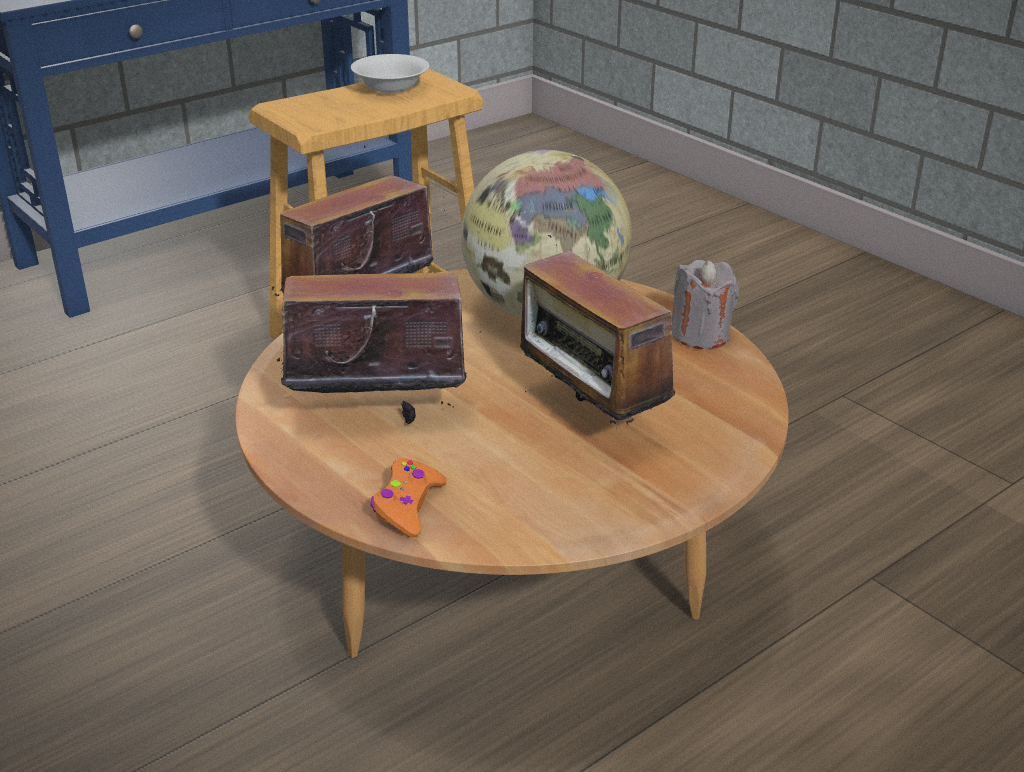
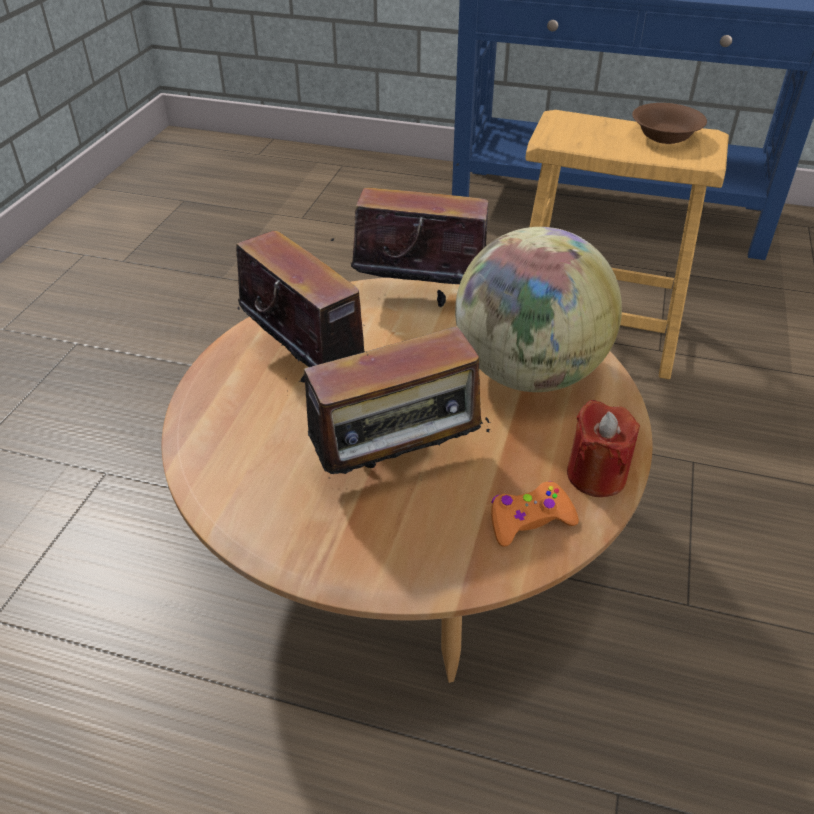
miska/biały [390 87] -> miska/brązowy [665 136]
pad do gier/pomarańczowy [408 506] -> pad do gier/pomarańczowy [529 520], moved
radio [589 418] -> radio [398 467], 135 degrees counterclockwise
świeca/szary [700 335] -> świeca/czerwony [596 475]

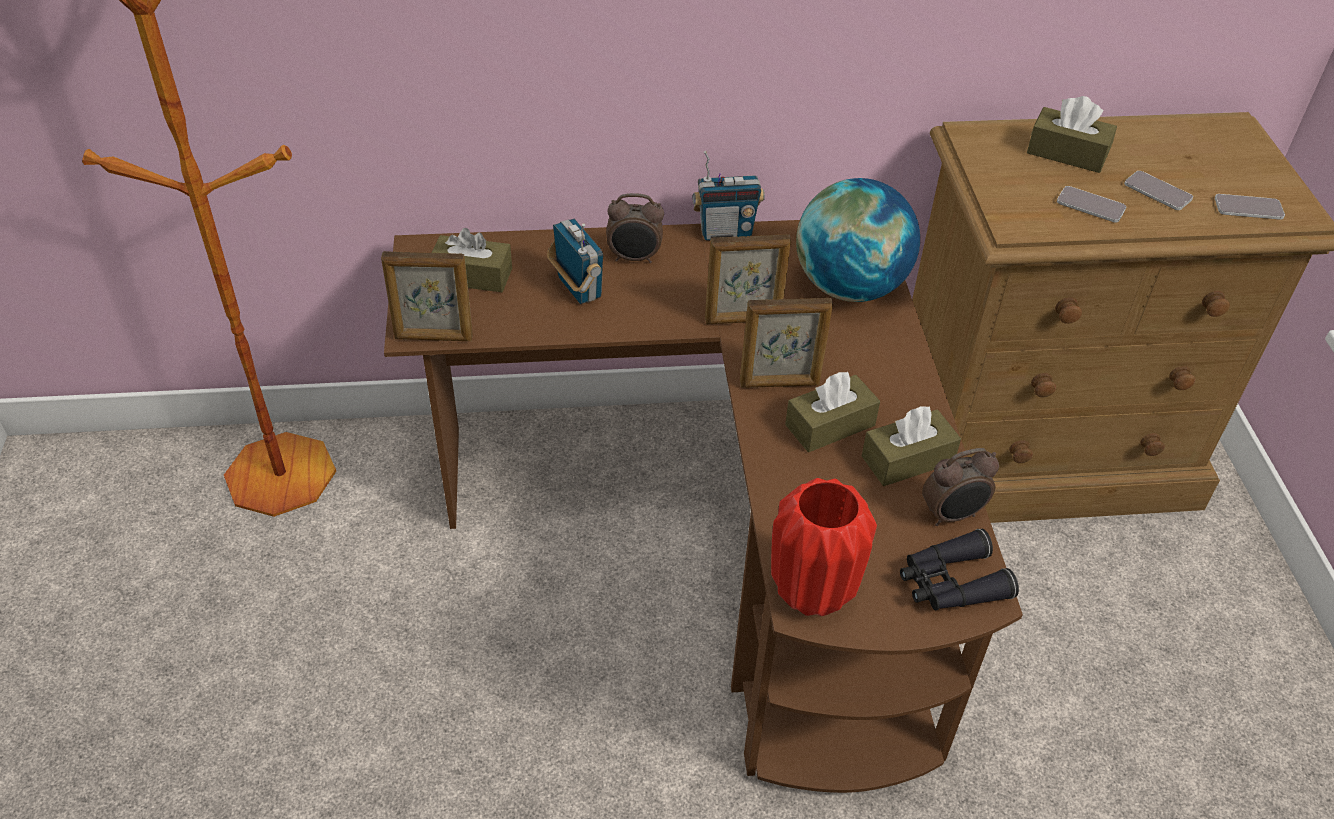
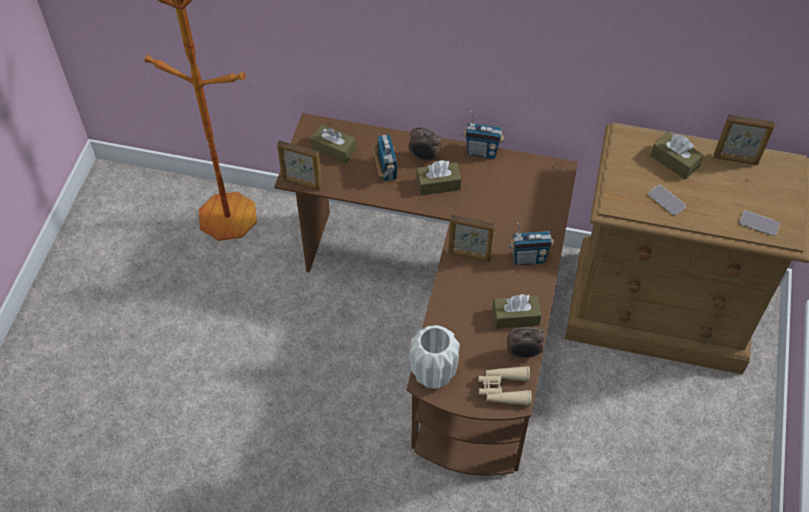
ramka na zdjęcie [743 320] -> ramka na zdjęcie [735 160], moved
wazon/czerwony [811 591] -> wazon/biały [433 374]
pudełko chusteczek/brązowy [830 425] -> pudełko chusteczek/brązowy [438 184], moved
globus [850 287] -> none
lornetka/czarny [950 583] -> lornetka/beżowy [503 389]
telefon [1157 192] -> none
none -> radio [528 258]

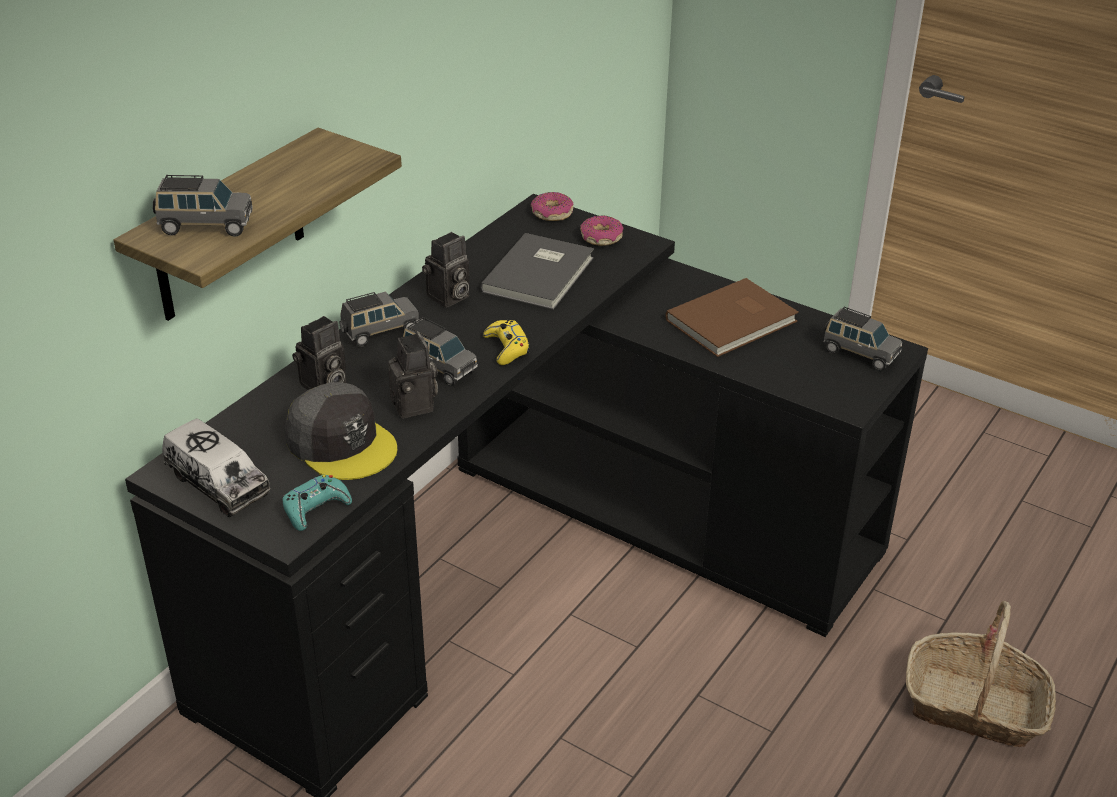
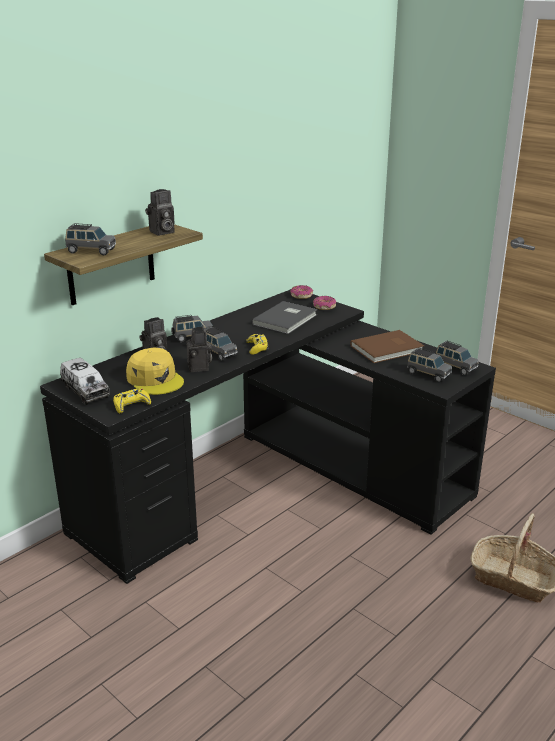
pad do gier/turkusowy [315 508] -> pad do gier/żółty [131 405]
czapka z daszkiem/szary [341 443] -> czapka z daszkiem/żółty [155 379]
aparat fotograficzny [448 298] -> aparat fotograficzny [161 232], moved
none -> samochodzik/szary [427 374]

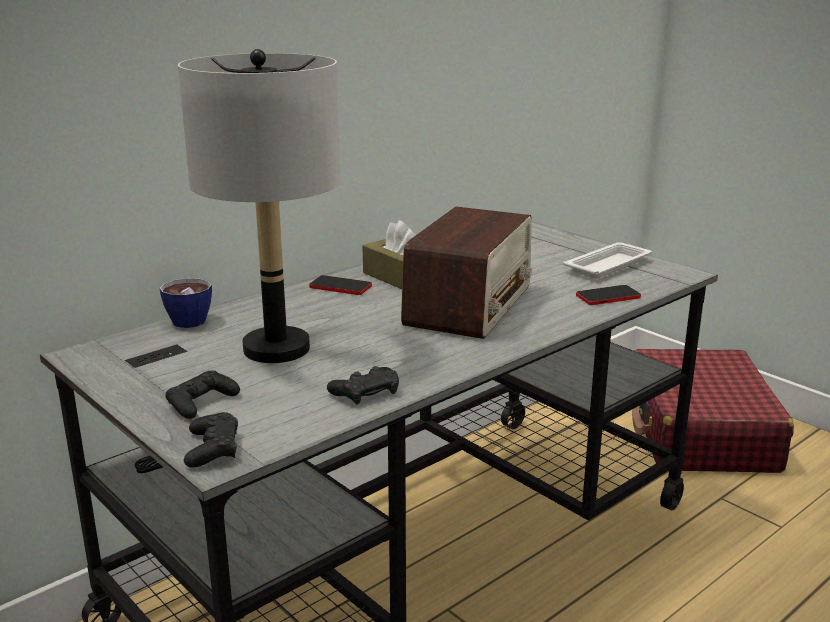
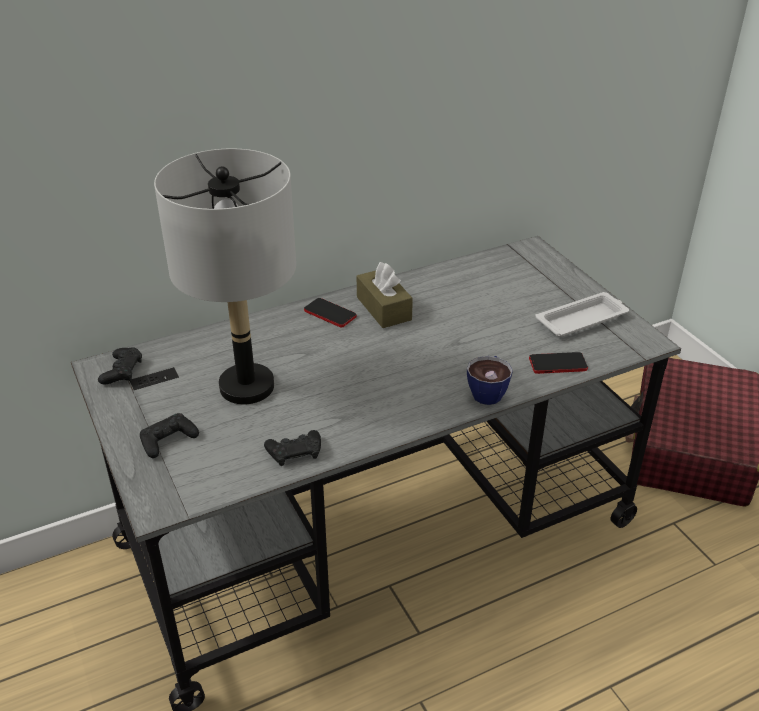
filiżanka [191 318] -> filiżanka [488 391], moved
pad do gier/czarny [212 448] -> pad do gier/czarny [122 371], moved
radio [469 305] -> none

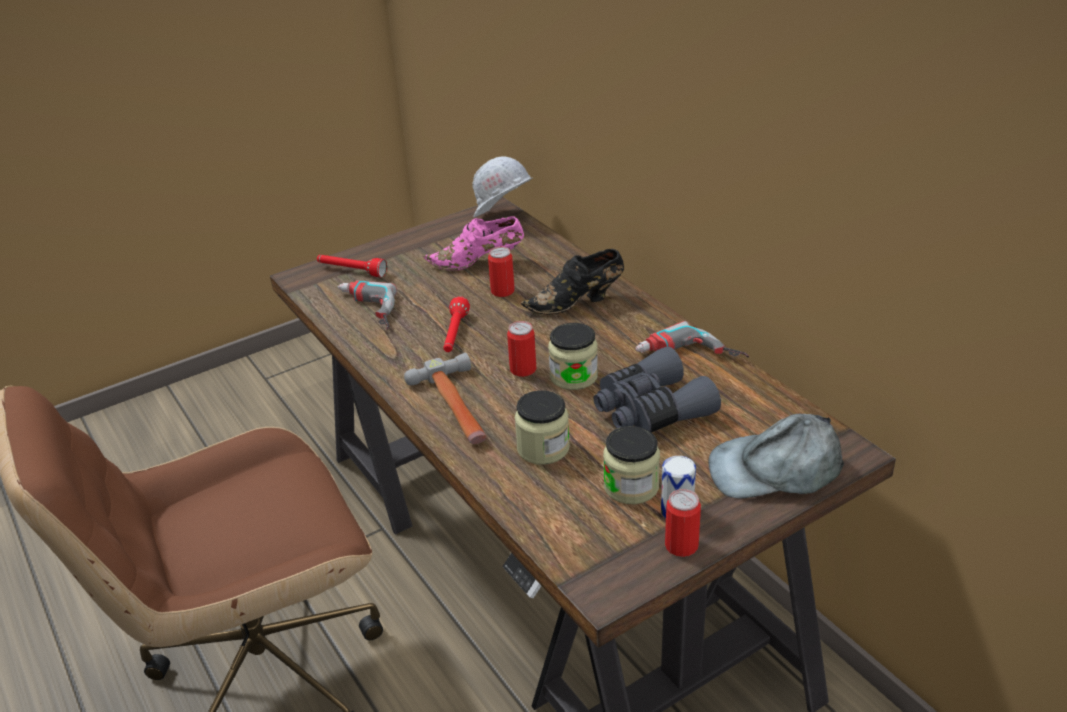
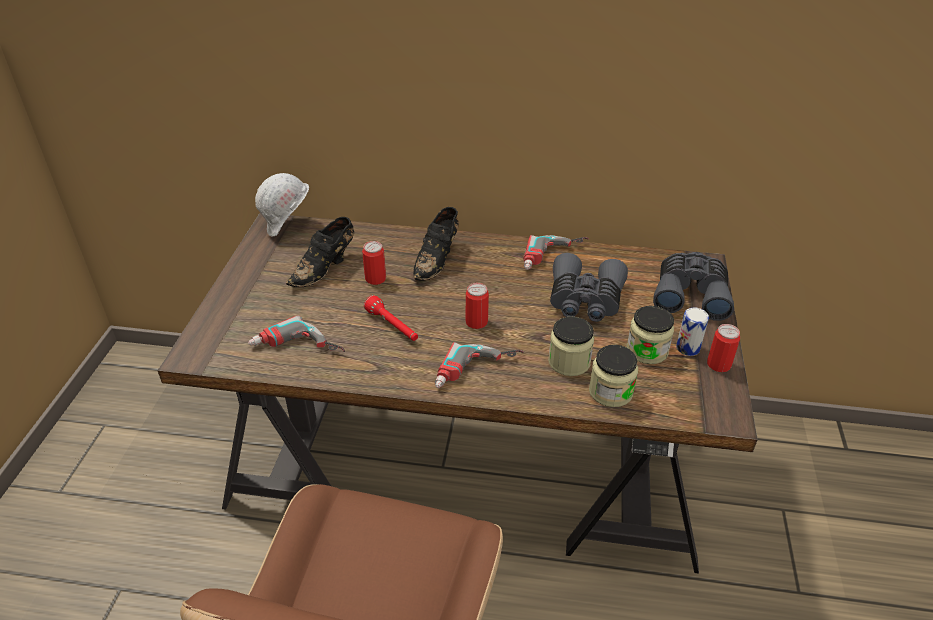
latarka/czerwony [351 271] -> none
młotek [456 408] -> wiertarka [478 373]
but/różowy [479 263] -> but/czarny [325 268]
słoik [573 376] -> słoik [610 392], moved
czapka z daszkiem/szary [775 469] -> lornetka/szary [691 293]

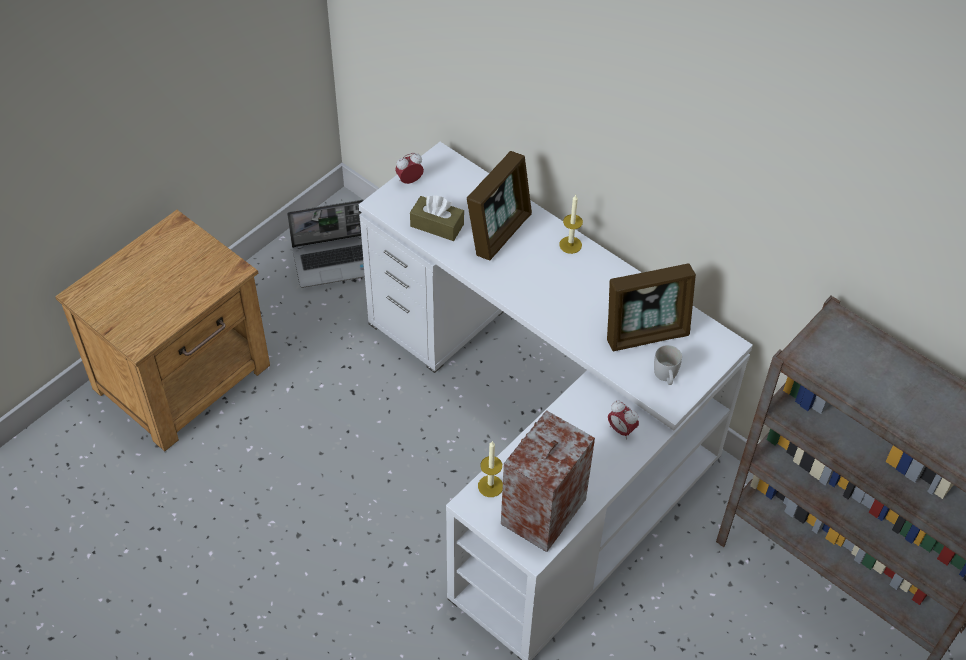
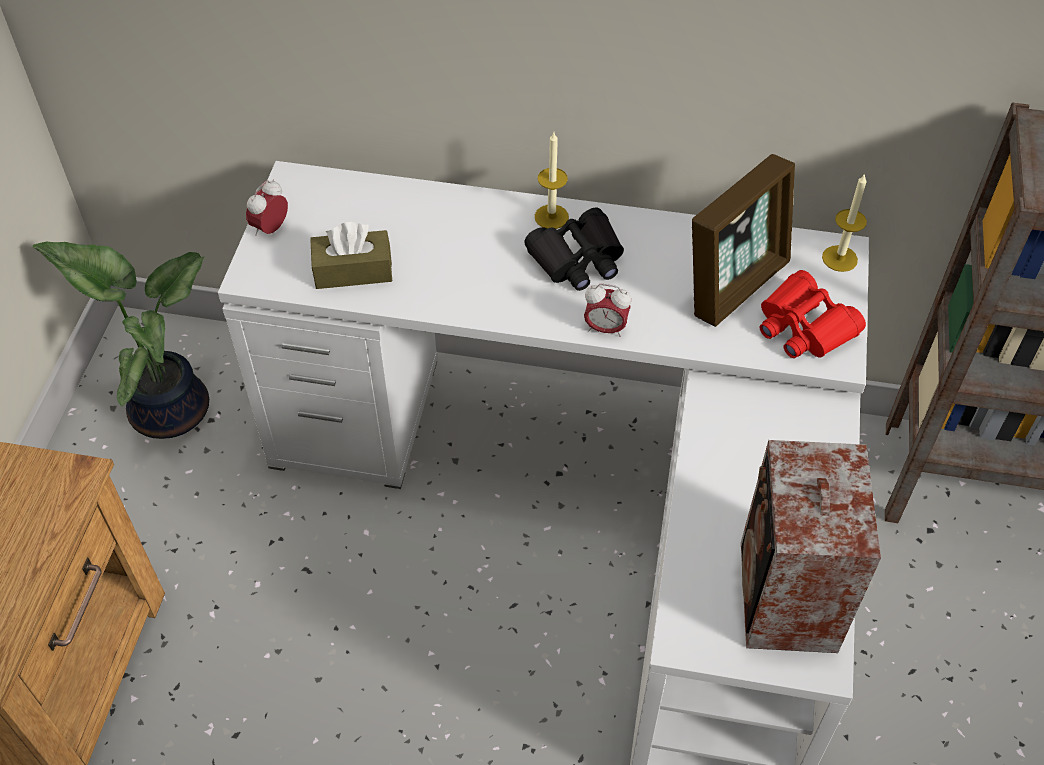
laptop [336 261] -> roślina doniczkowa [169 407]
ramka na zdjęcie [499 232] -> none
świeca [490 486] -> świeca [839 258], moved
budzik [621 430] -> budzik [605 328], moved
kubek/biały [666 376] -> lornetka/czerwony [804 327]
none -> lornetka/czarny [577 259]

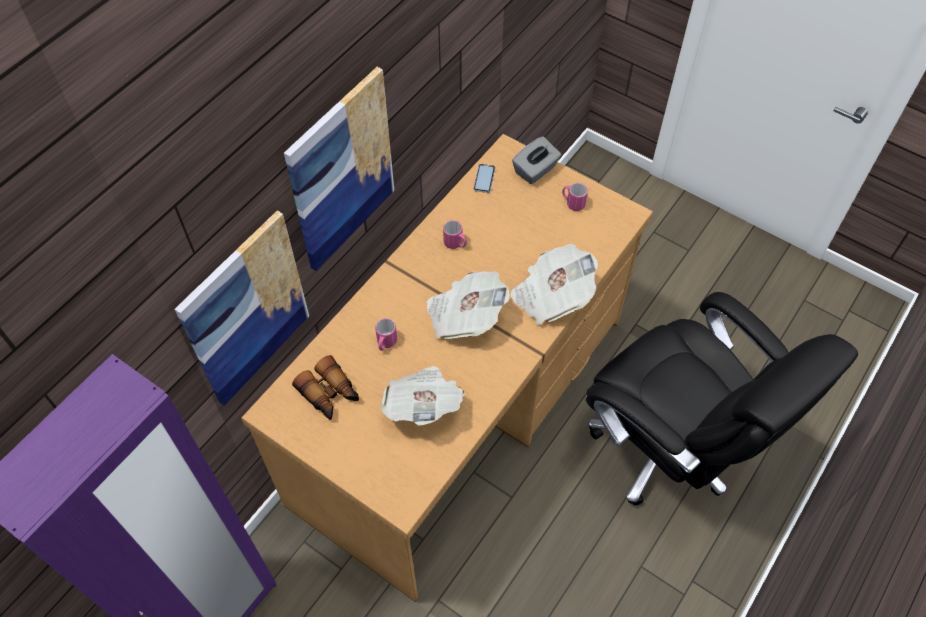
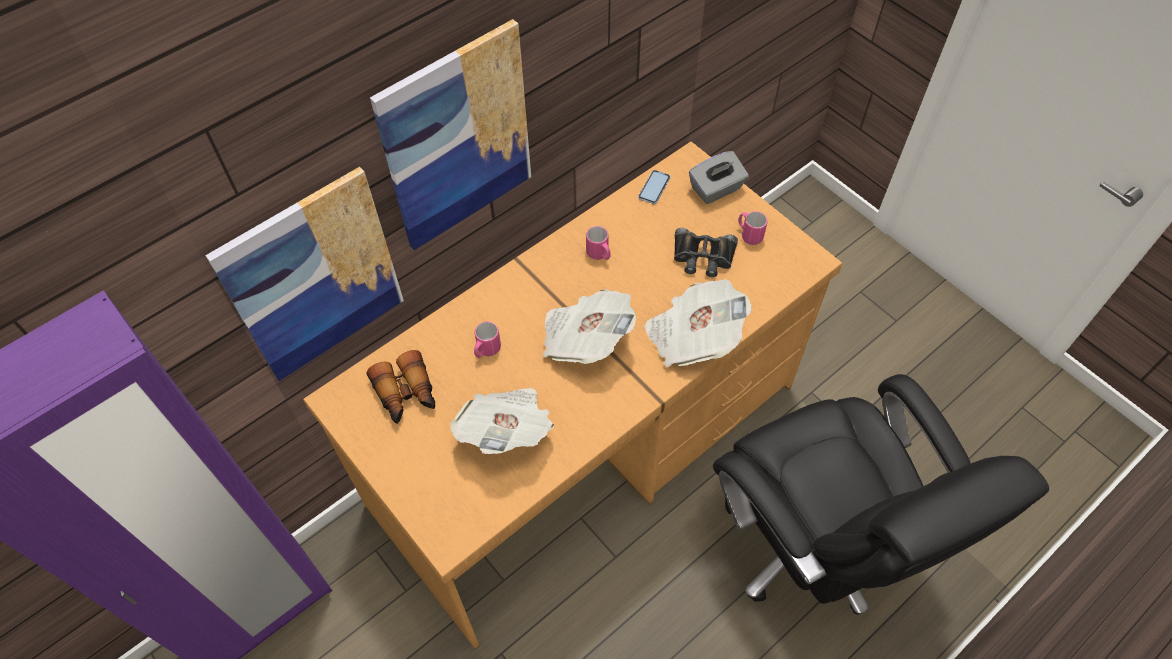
none -> lornetka/czarny [703 257]

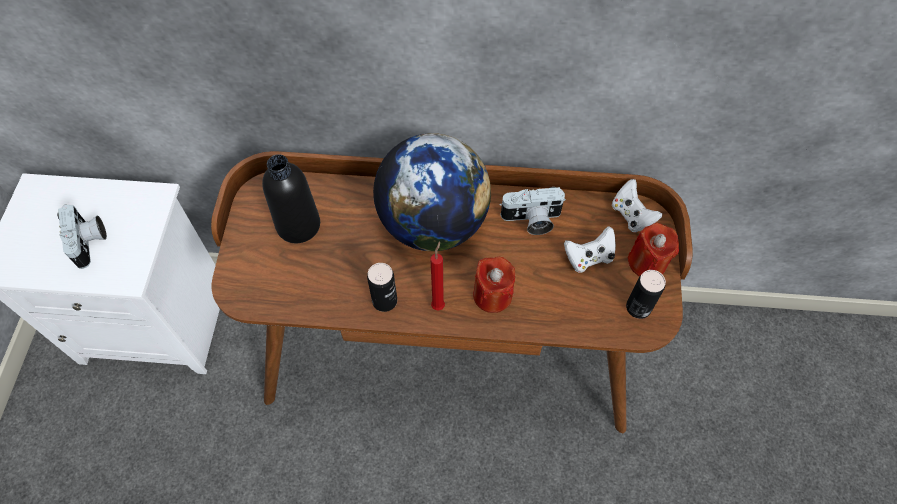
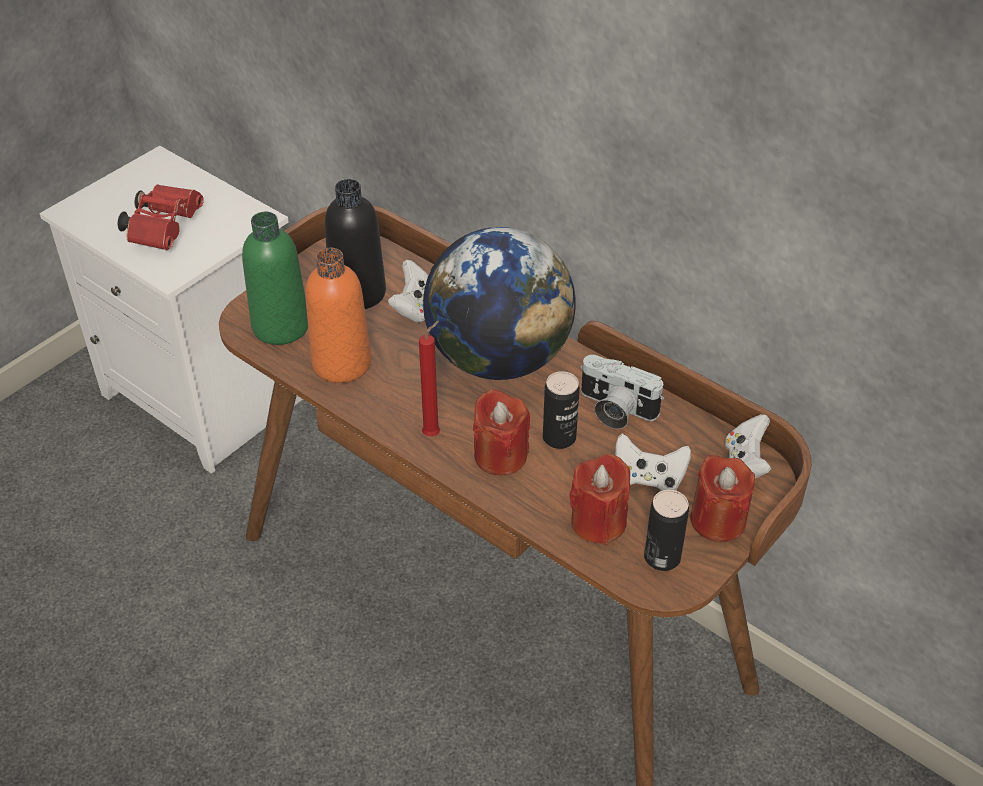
aparat fotograficzny [90 242] -> lornetka/czerwony [164 227]
puszka [384 301] -> puszka [559 438], moved
none -> butelka/zielony [280 326]
none -> butelka/pomarańczowy [341 363]
none -> pad do gier/biały [414 307]
none -> świeca/czerwony [598 522]

